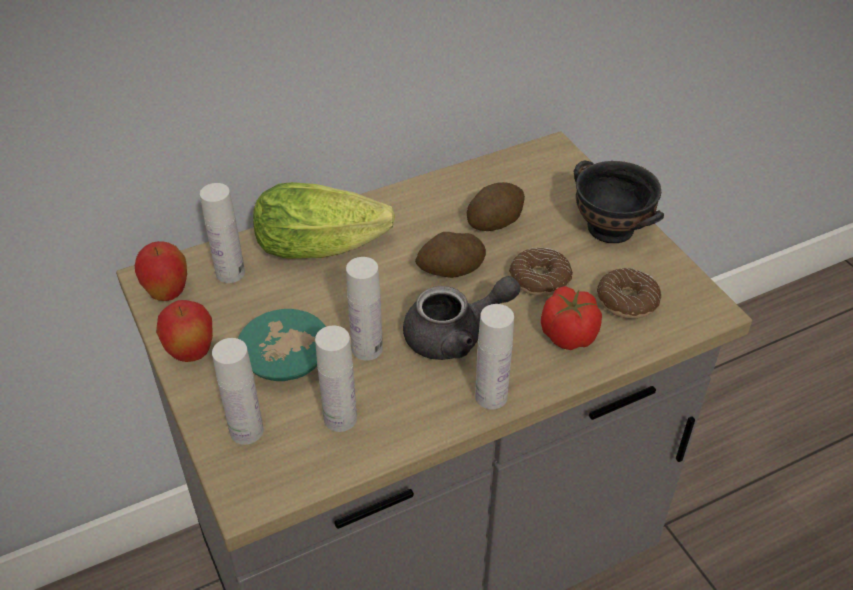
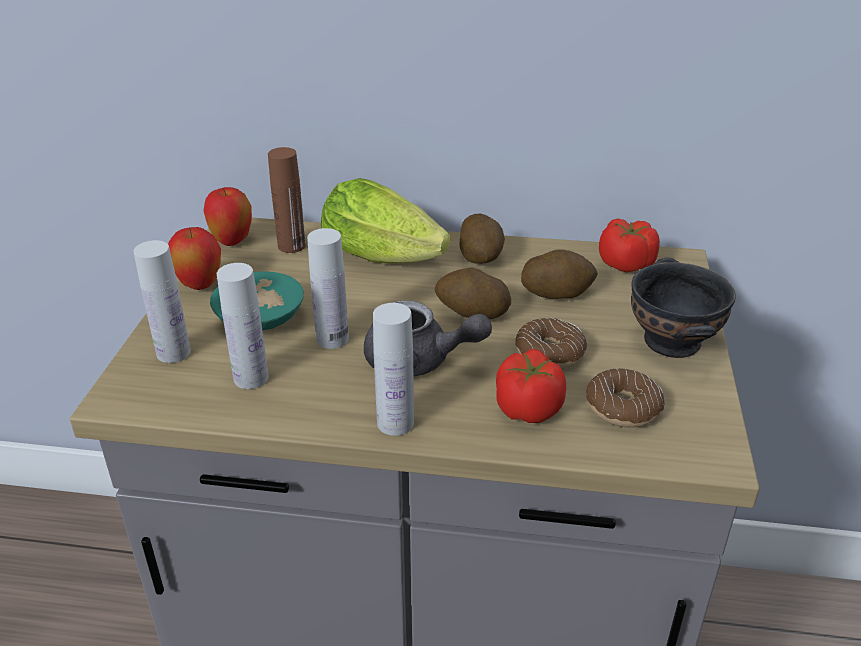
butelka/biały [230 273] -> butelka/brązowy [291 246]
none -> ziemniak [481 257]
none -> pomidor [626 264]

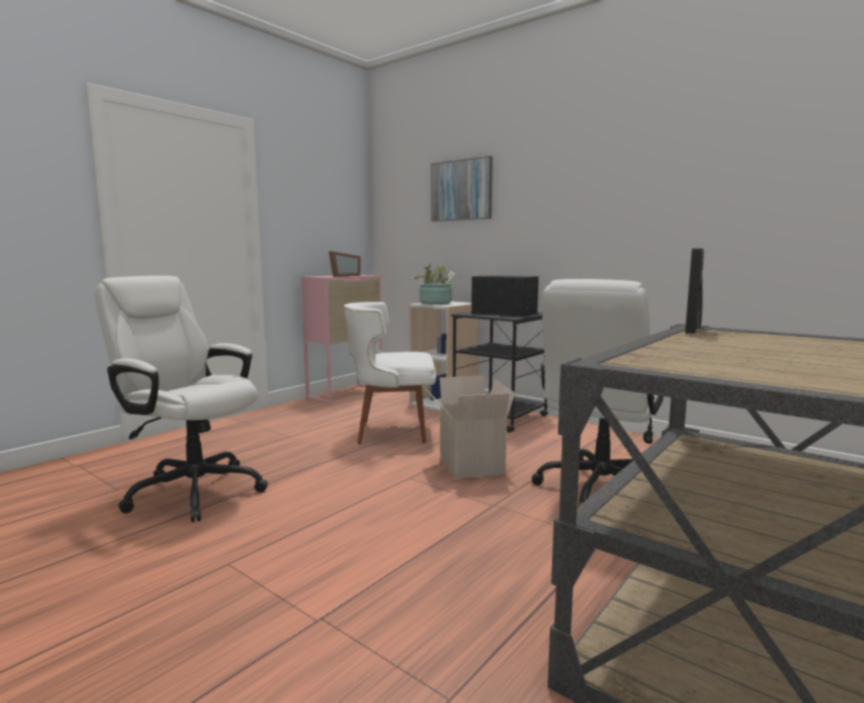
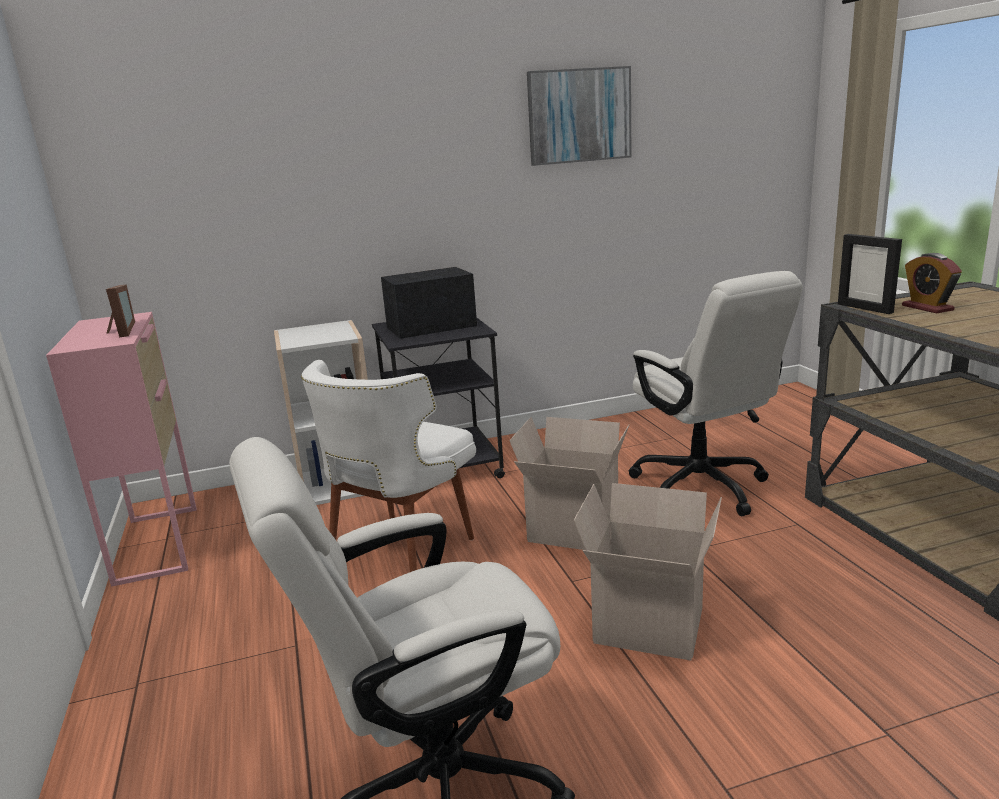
roślina doniczkowa [435 303] -> none
obraz [461 190] -> obraz [579 116], moved
none -> karton [646 628]
none -> budzik [927 308]

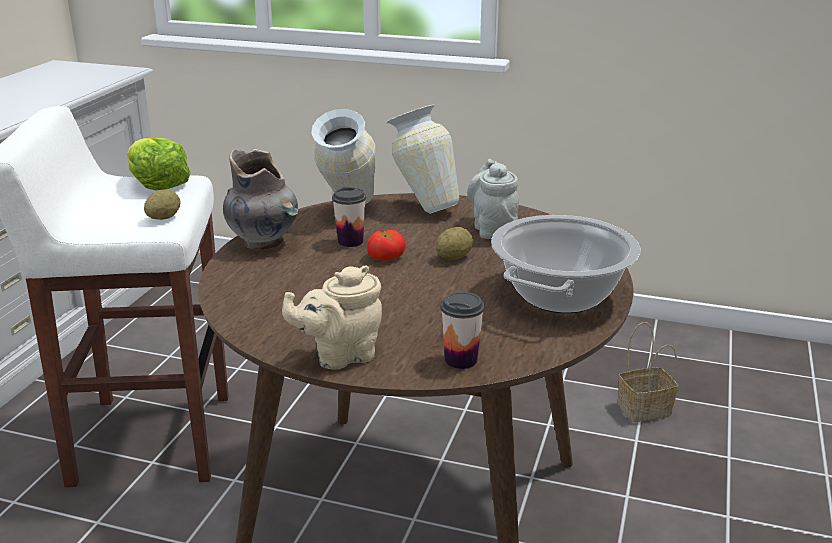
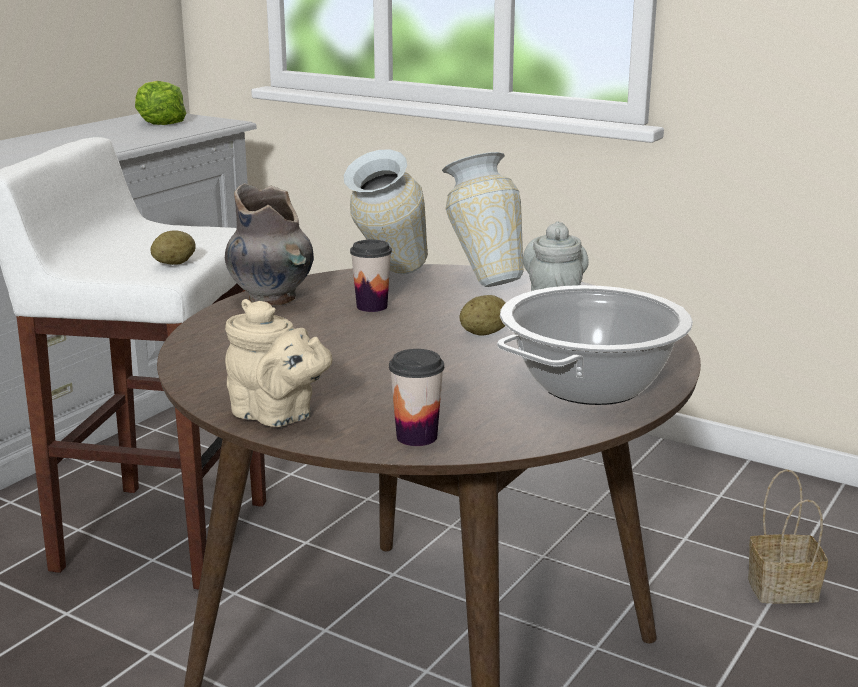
sałata [157 184] -> sałata [159 122], moved
imbryk/beżowy [340 356] -> imbryk/beżowy [277 416], 135 degrees counterclockwise
pomidor [385 256] -> none

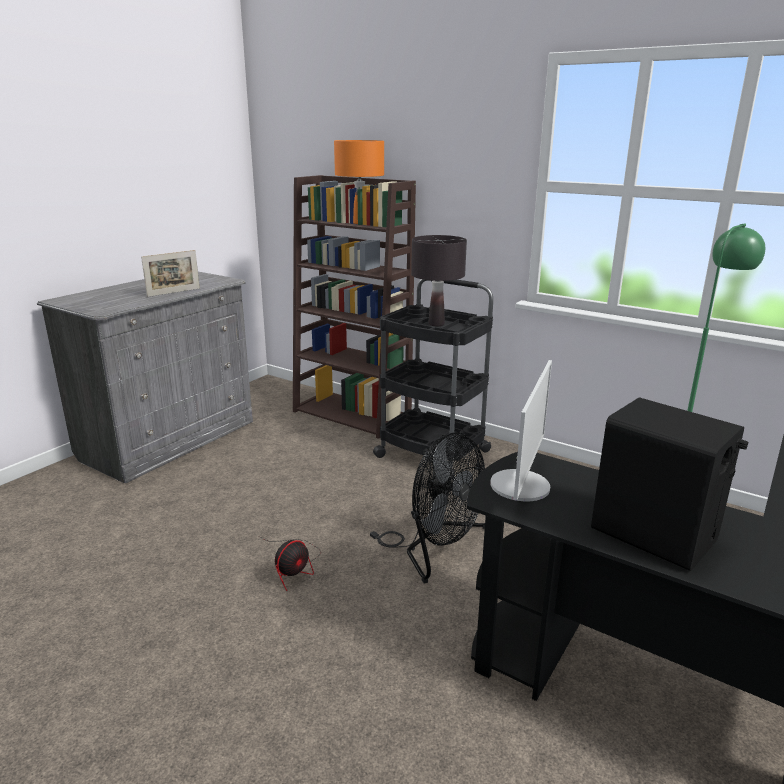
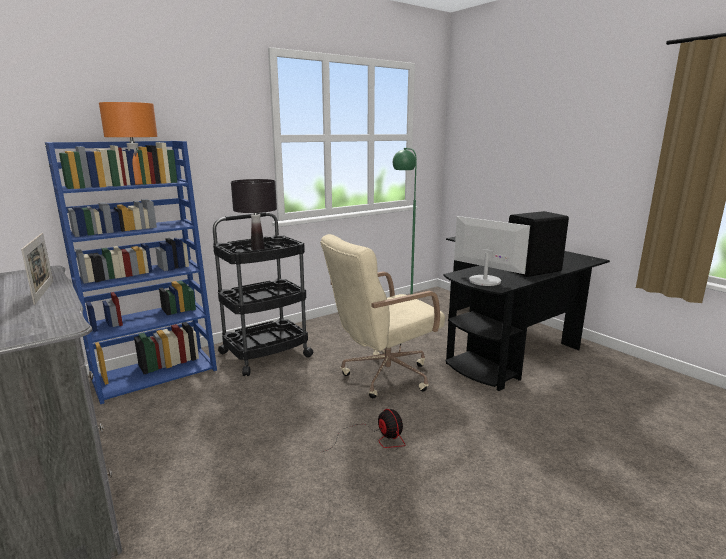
regał/brązowy [353 414] -> regał/niebieski [156 373]
wentylator/czarny [435 546] -> krzesło biurowe/beżowy [383 378]

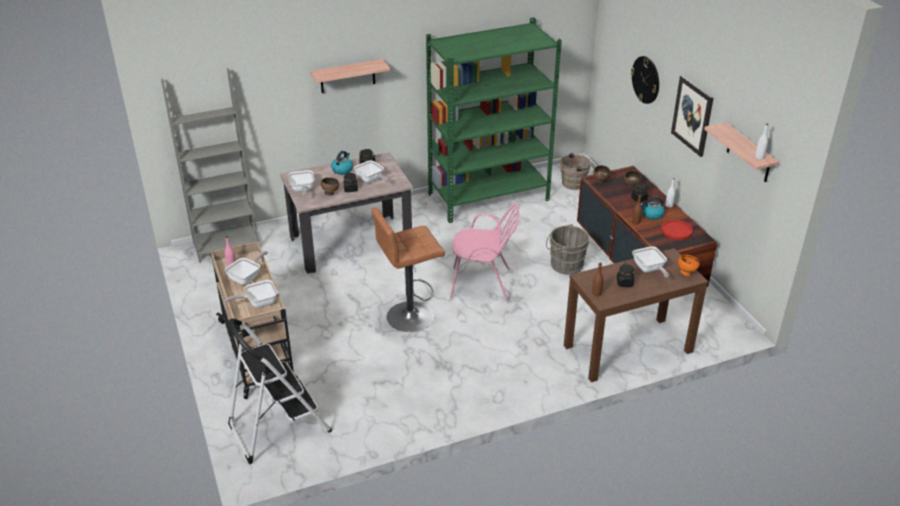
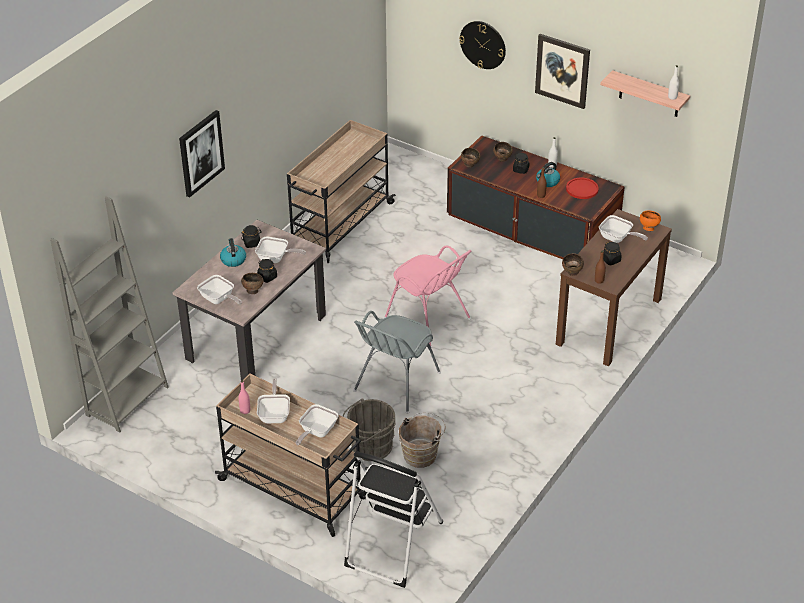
półka [347 76] -> obraz [201 153]
stołek/brązowy [409 316] -> krzesło/szary [395 384]
regał/zielony [488 197] -> wózek/beżowy [340 225]
krzesło/różowy [483 284] -> krzesło/różowy [429 320], 75 degrees clockwise
wiadro/szary [564 264] -> wiadro/szary [369 447], moved
wiadro/brązowy [575 183] -> wiadro/brązowy [422 454], moved
none -> miska/brązowy [572 273]

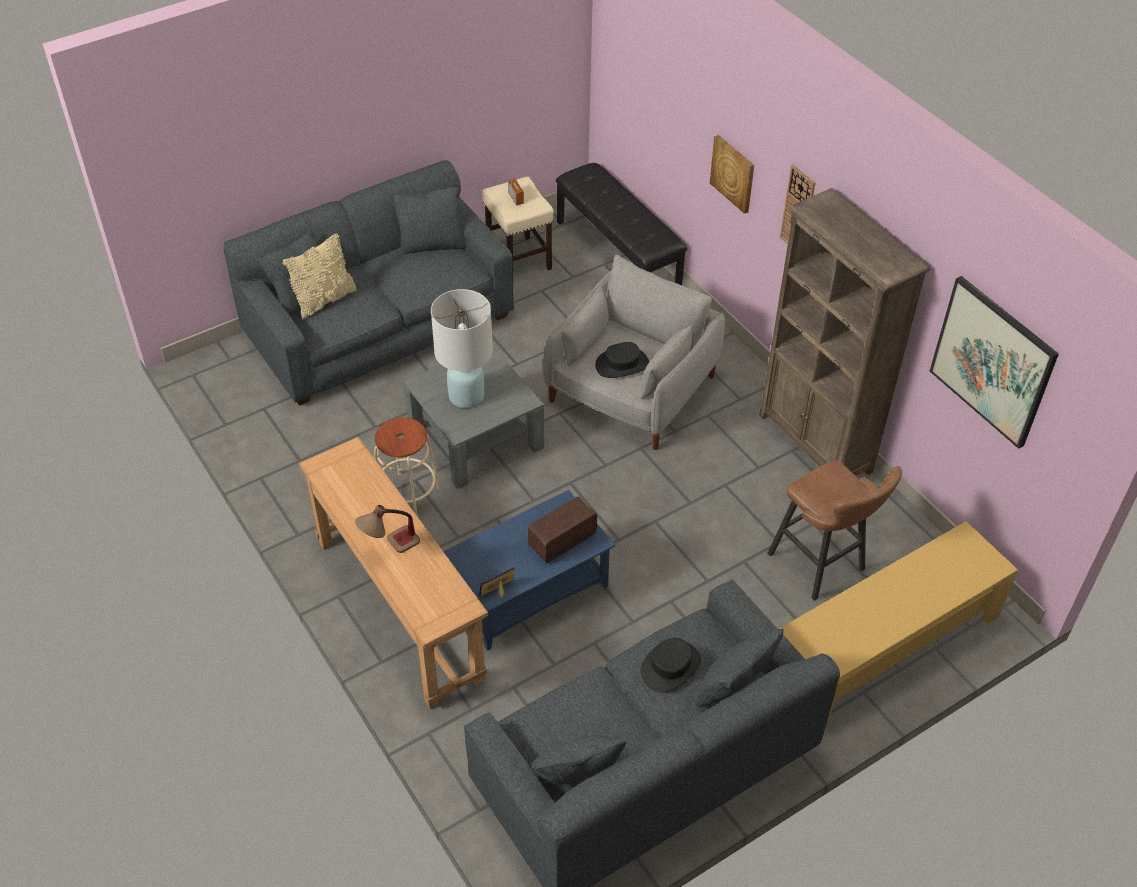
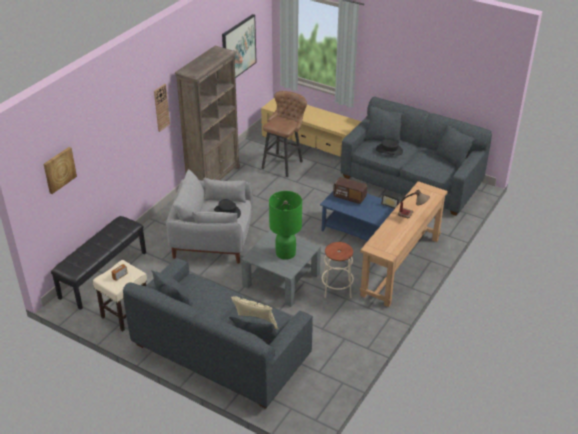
lampa stołowa/biały [466 396] -> lampa stołowa/zielony [285 253]
obraz [733 173] -> obraz [59 170], moved

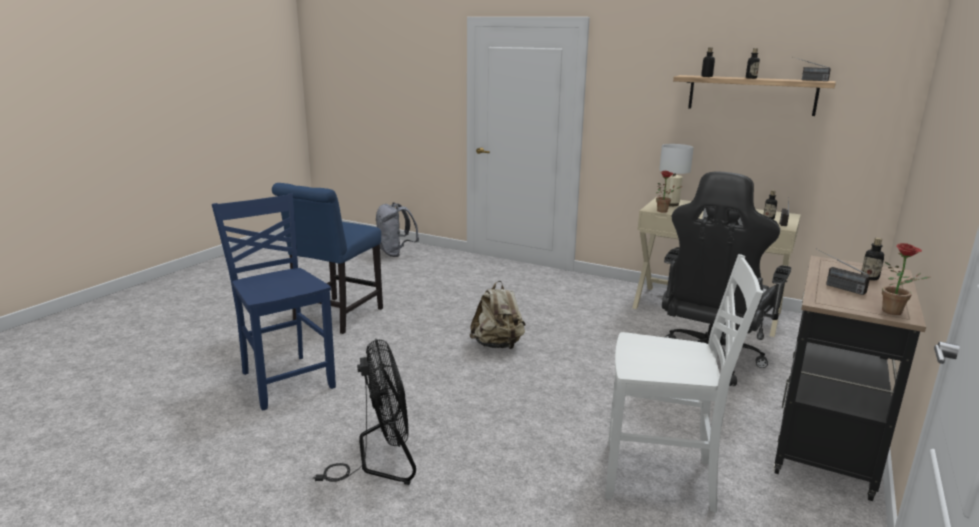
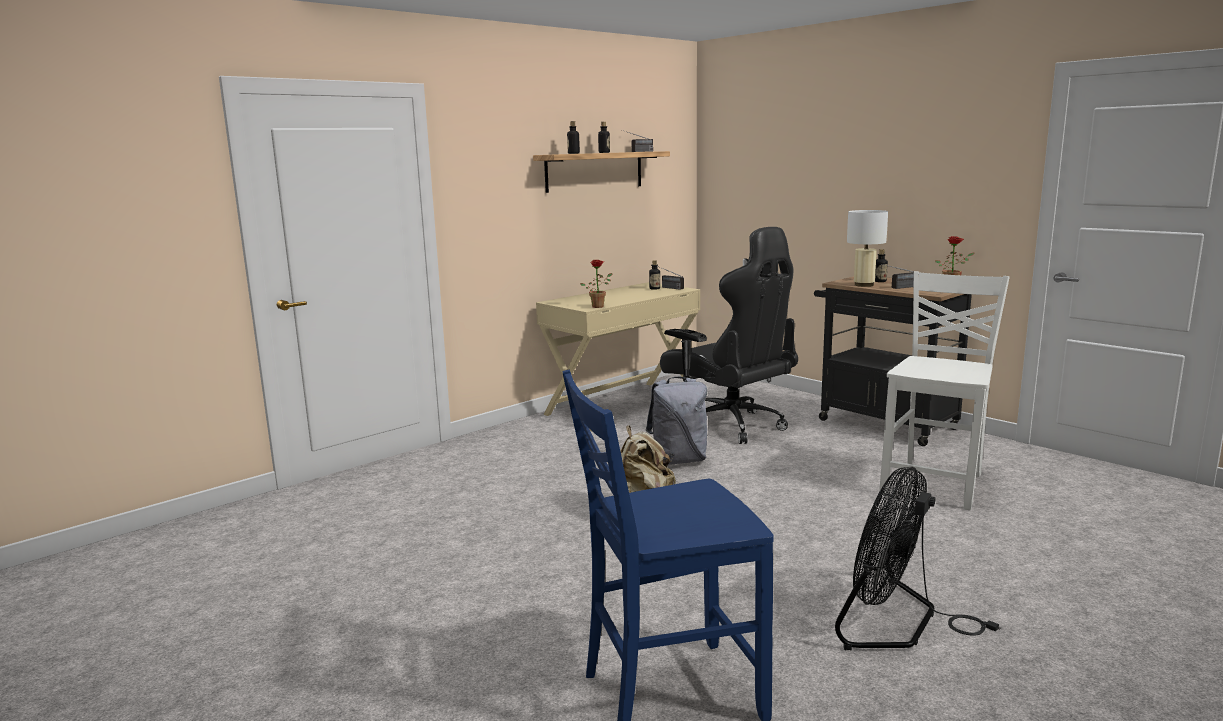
krzesło/niebieski [335 317] -> none
wentylator/czarny [378 455] -> wentylator/czarny [902 620], 60 degrees counterclockwise
plecak/szary [395 253] -> plecak/szary [678 460], moved
lampa stołowa/biały [671 204] -> lampa stołowa/biały [864 285], moved

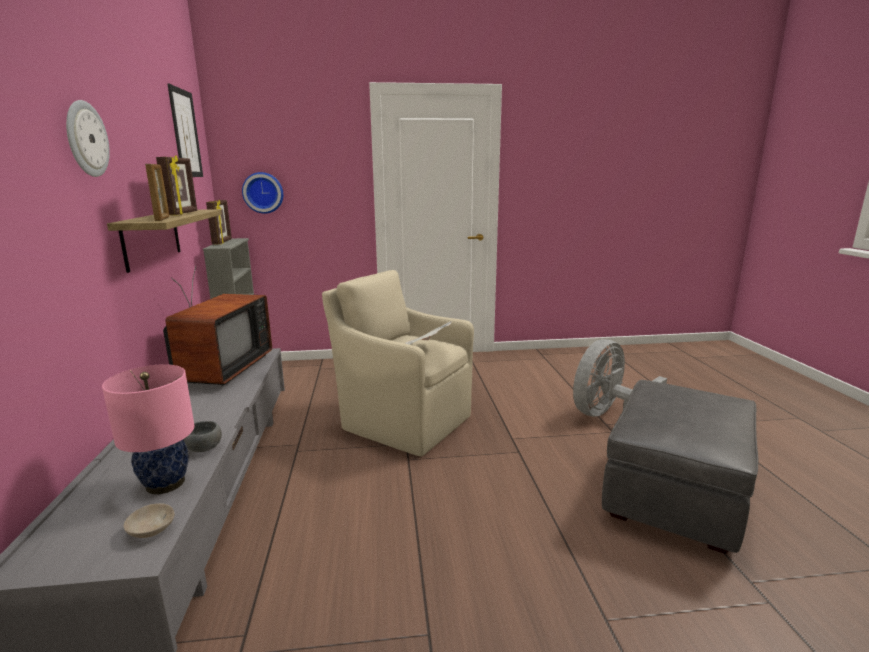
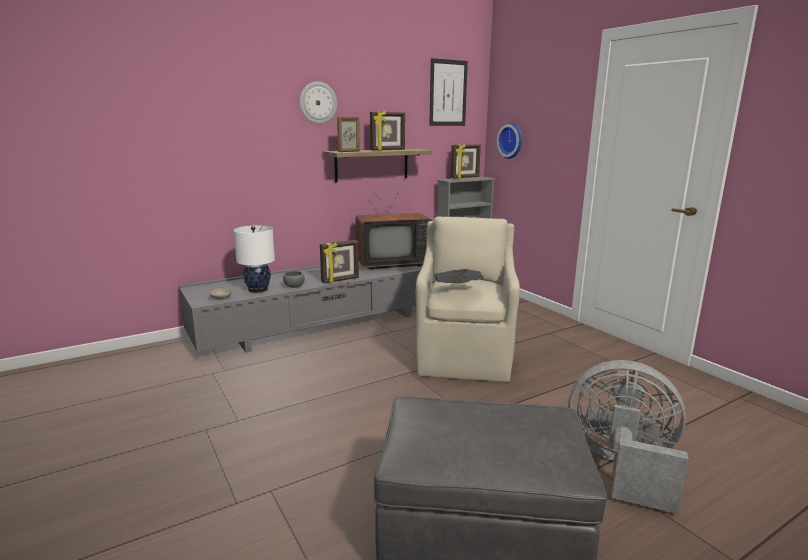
lampa stołowa/różowy [166 483] -> lampa stołowa/biały [258 289]
none -> ramka na zdjęcie [340 280]

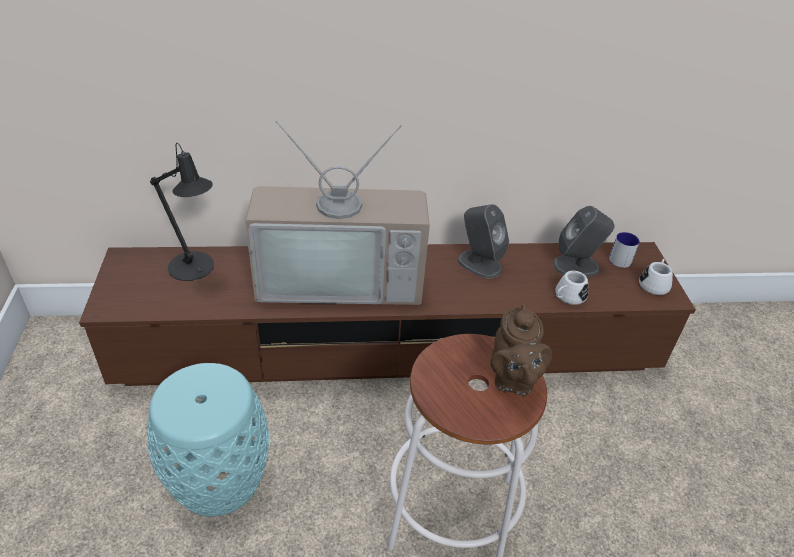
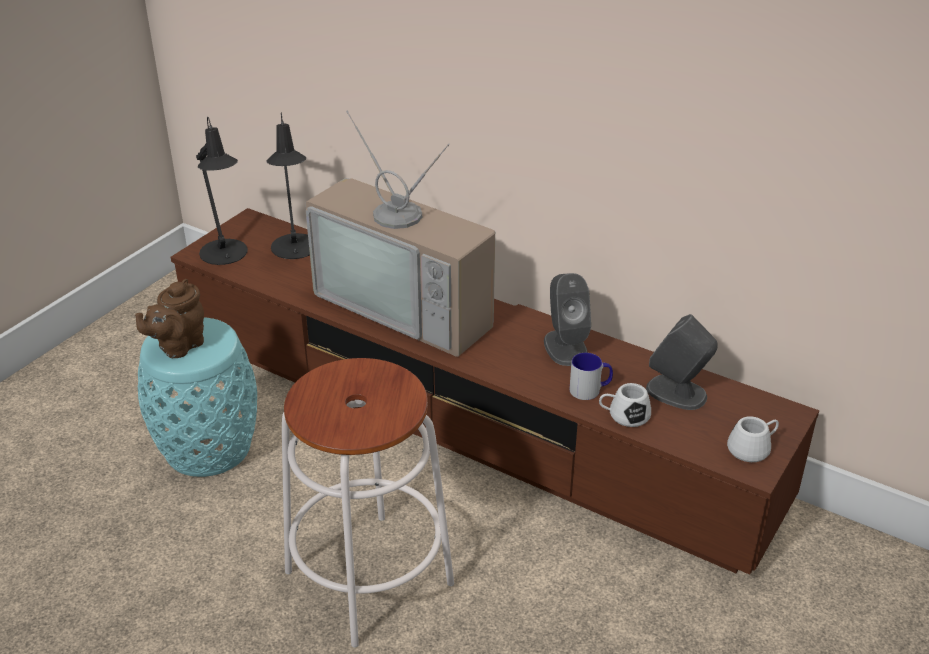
imbryk/brązowy [512 379] -> imbryk/brązowy [178 346], moved
kubek [622 258] -> kubek [590 390], moved
none -> lampa stołowa/czarny [225 255]

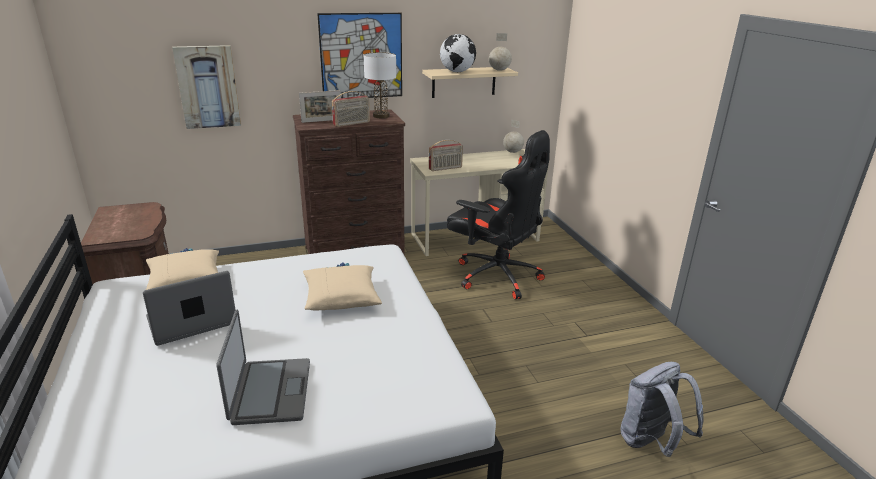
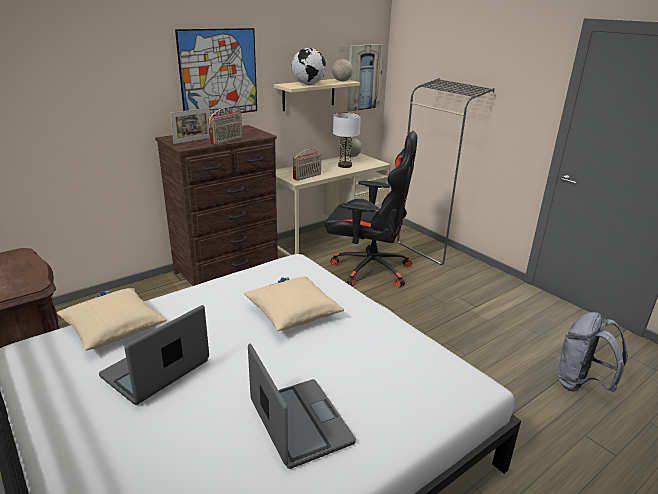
obraz [208 87] -> obraz [364 77], moved
lampa stołowa [381 116] -> lampa stołowa [344 165], moved
none -> wieszak/szary [431 249]

